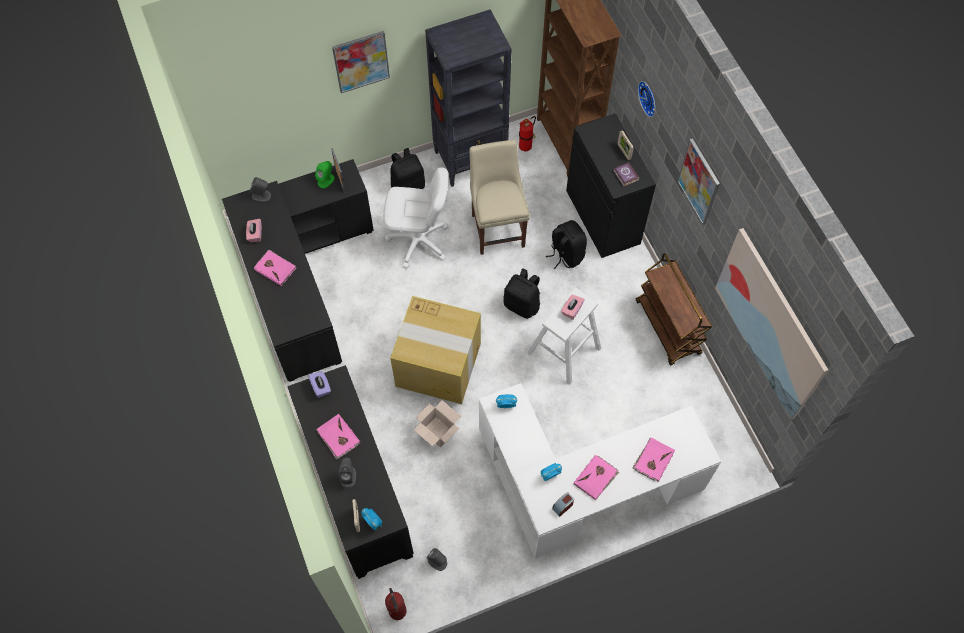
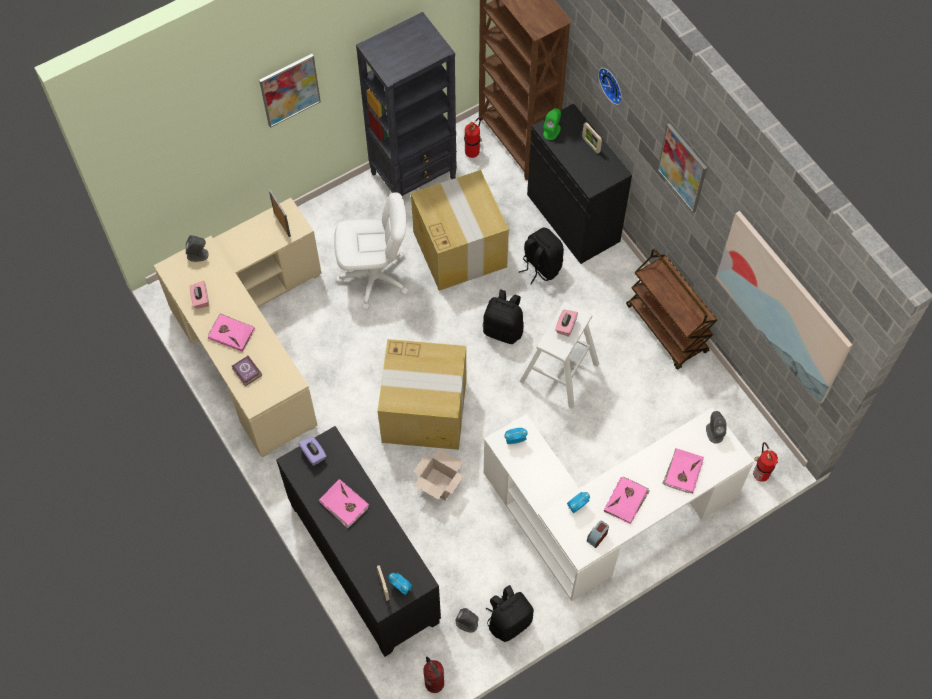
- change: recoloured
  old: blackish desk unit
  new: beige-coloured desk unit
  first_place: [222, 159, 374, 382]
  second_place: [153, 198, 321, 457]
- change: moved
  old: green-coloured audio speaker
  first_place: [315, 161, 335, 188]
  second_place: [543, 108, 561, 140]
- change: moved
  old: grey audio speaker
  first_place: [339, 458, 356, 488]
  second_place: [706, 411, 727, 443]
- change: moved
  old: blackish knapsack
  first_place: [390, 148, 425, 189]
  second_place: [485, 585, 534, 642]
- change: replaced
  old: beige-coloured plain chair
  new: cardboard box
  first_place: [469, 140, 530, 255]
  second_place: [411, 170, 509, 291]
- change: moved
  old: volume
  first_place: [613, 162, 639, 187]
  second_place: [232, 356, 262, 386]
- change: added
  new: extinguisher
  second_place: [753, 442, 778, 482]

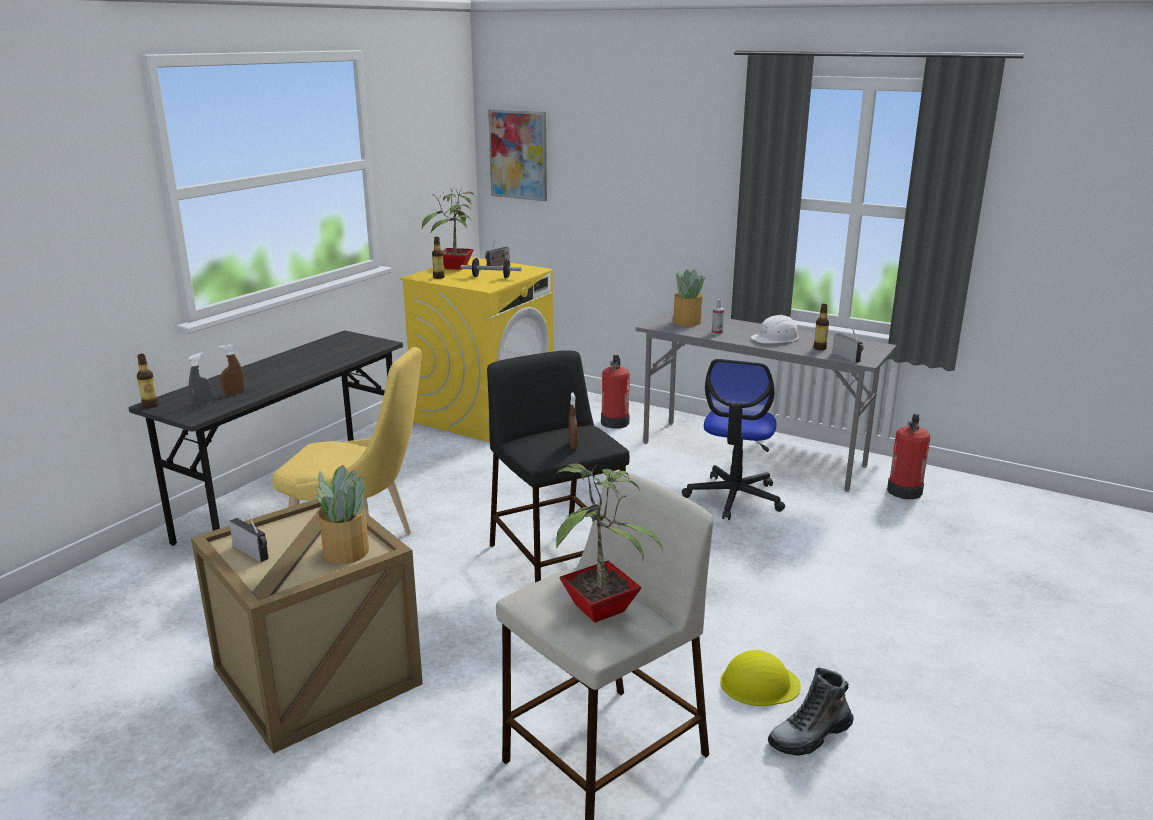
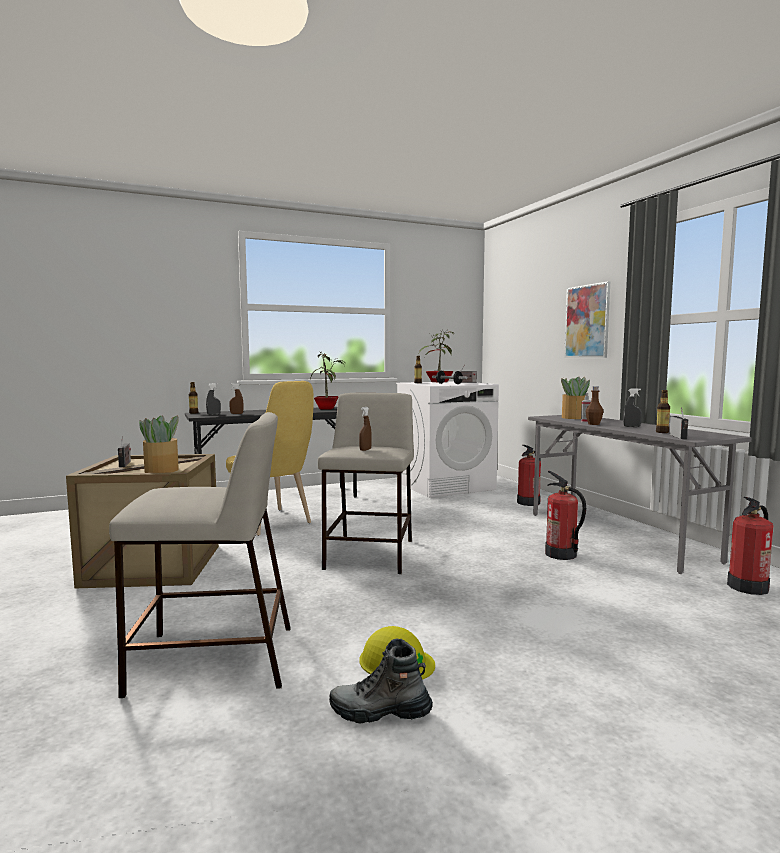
- change: recoloured
  old: yellow-coloured laundry appliance
  new: whitish laundry appliance
  first_place: [400, 257, 554, 442]
  second_place: [396, 381, 499, 498]
- change: recoloured
  old: blackish stool seat
  new: beige-coloured stool seat
  first_place: [487, 350, 630, 582]
  second_place: [318, 393, 414, 574]
- change: moved
  old: picture
  first_place: [488, 109, 547, 201]
  second_place: [564, 281, 610, 358]
- change: moved
  old: plant in a pot
  first_place: [555, 463, 663, 623]
  second_place: [311, 351, 344, 409]
- change: replaced
  old: office chair
  new: extinguisher
  first_place: [682, 359, 785, 520]
  second_place: [545, 471, 586, 560]
- change: replaced
  old: whitish safety helmet
  new: grey sprayer
  first_place: [750, 315, 799, 344]
  second_place: [623, 388, 642, 427]
- change: added
  new: brown-coloured beverage bottle
  second_place: [586, 386, 603, 425]

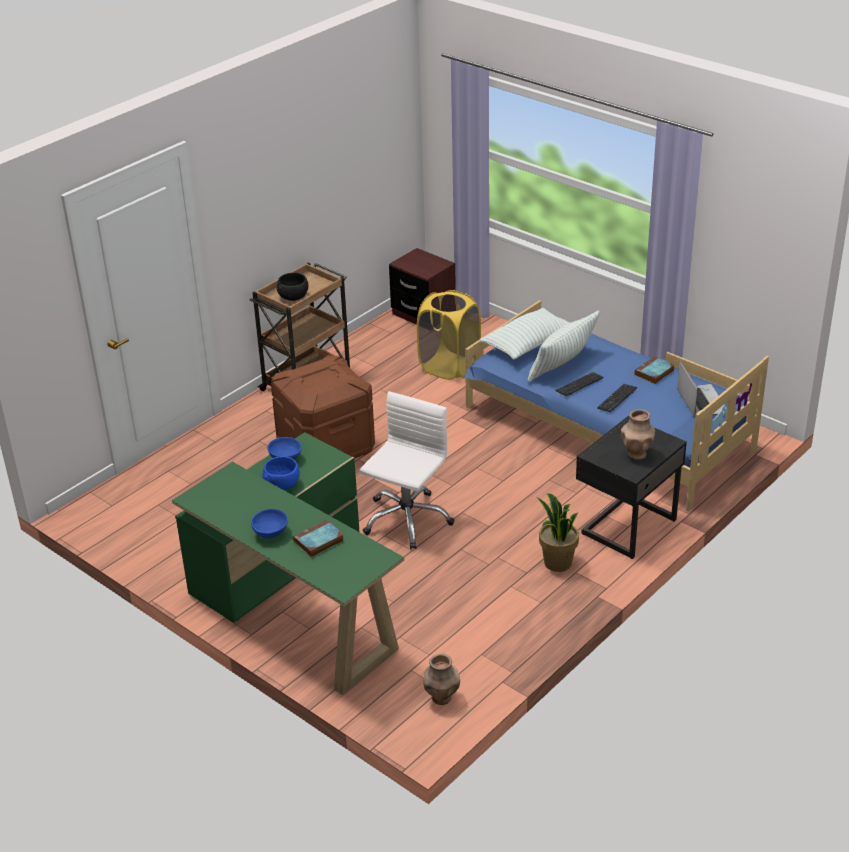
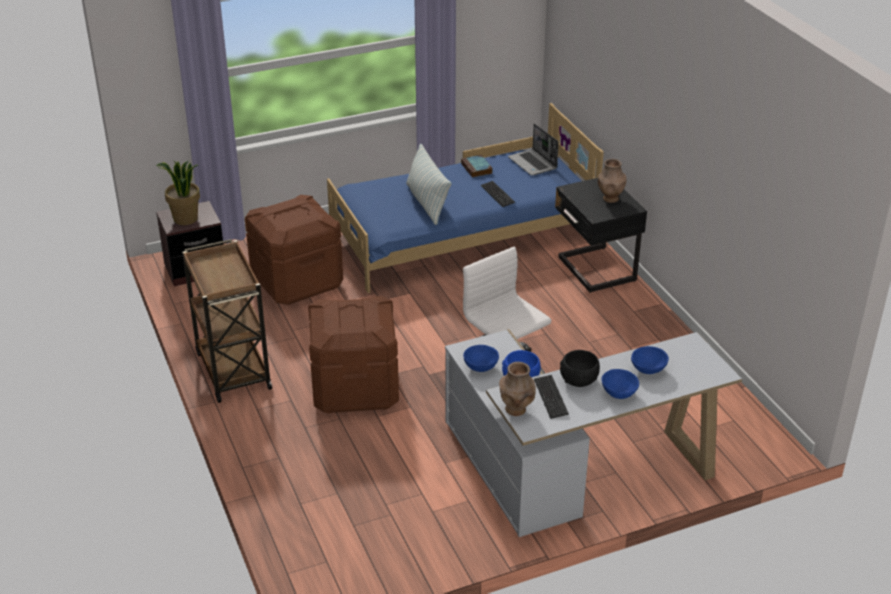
- change: recoloured
  old: green-coloured desk unit
  new: whitish desk unit
  first_place: [172, 432, 404, 695]
  second_place: [445, 329, 742, 537]
- change: moved
  old: blackish deep dish
  first_place: [277, 273, 308, 301]
  second_place: [560, 350, 600, 387]
- change: replaced
  old: volume
  new: blue-coloured deep dish
  first_place: [293, 519, 344, 557]
  second_place: [631, 346, 669, 374]
- change: replaced
  old: yellow-coloured hamper
  new: brown-coloured storage bin
  first_place: [417, 290, 481, 380]
  second_place: [245, 195, 343, 305]
- change: moved
  old: brown-coloured decorative vase
  first_place: [423, 654, 460, 705]
  second_place: [499, 362, 536, 416]
- change: removed
  old: throw pillow
  first_place: [480, 308, 570, 360]
- change: moved
  old: plant in a pot
  first_place: [537, 493, 579, 572]
  second_place: [156, 160, 200, 225]
- change: moved
  old: keyboard
  first_place: [556, 372, 603, 396]
  second_place: [534, 375, 569, 419]
- change: turned
  old: notebook computer
  first_place: [677, 361, 727, 417]
  second_place: [508, 124, 559, 175]
  degrees: -135

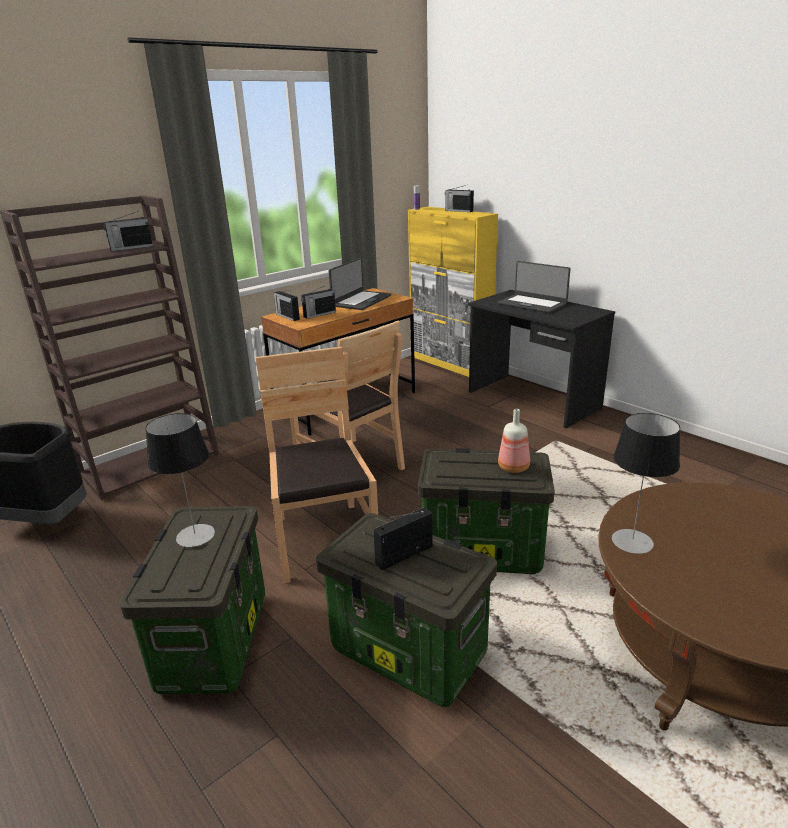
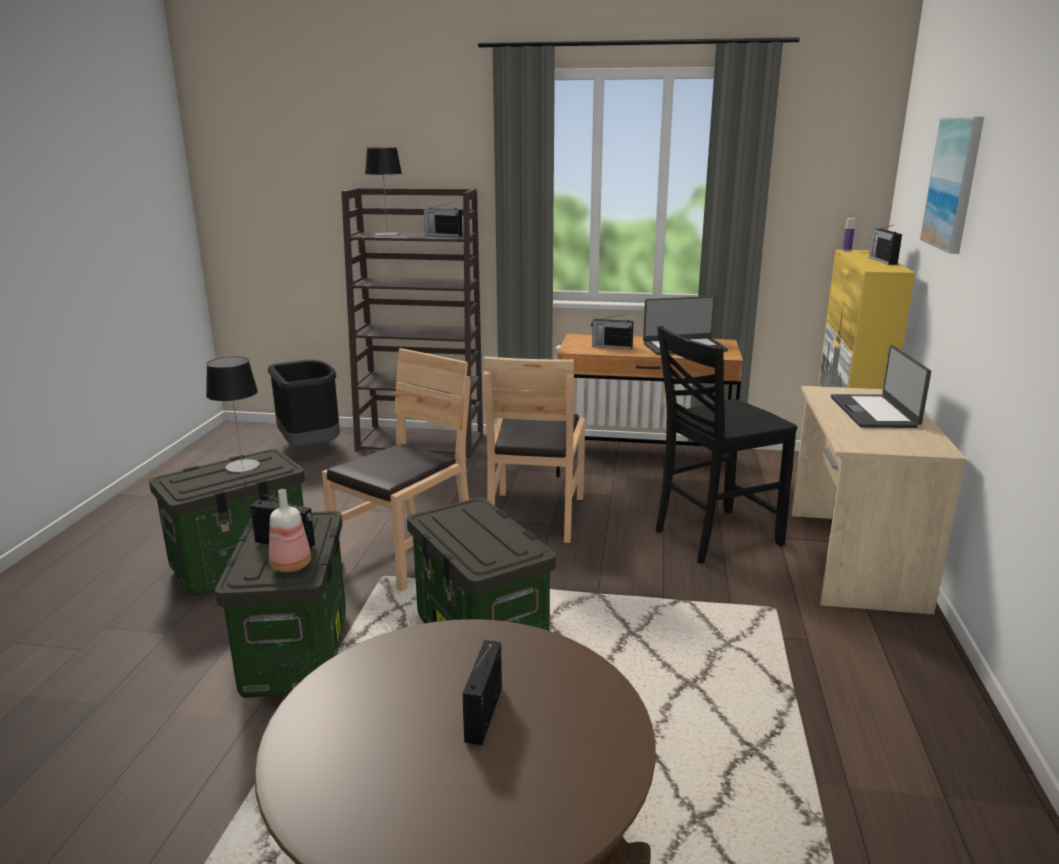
- change: moved
  old: radio set
  first_place: [274, 290, 300, 321]
  second_place: [462, 640, 502, 745]
- change: recoloured
  old: blackish desk unit
  new: beige-coloured desk unit
  first_place: [468, 290, 615, 428]
  second_place: [792, 386, 967, 614]
- change: moved
  old: beverage bottle
  first_place: [498, 409, 530, 473]
  second_place: [269, 489, 311, 572]
- change: moved
  old: table lamp
  first_place: [612, 413, 680, 554]
  second_place: [365, 147, 402, 236]
- change: added
  new: blackish plain chair
  second_place: [656, 325, 797, 564]
- change: added
  new: picture
  second_place: [920, 117, 984, 254]

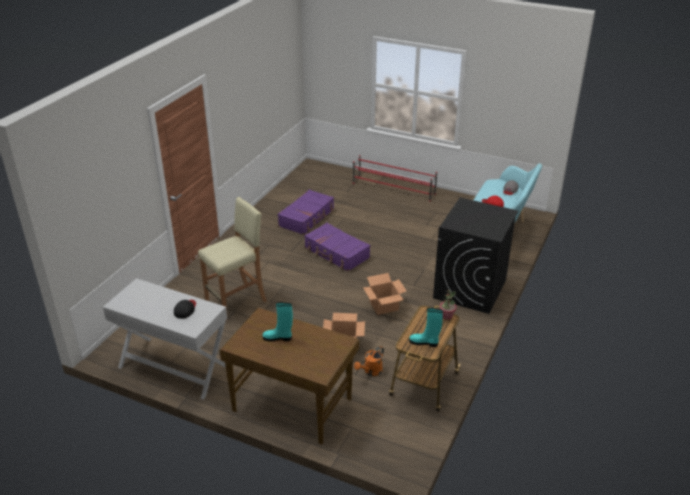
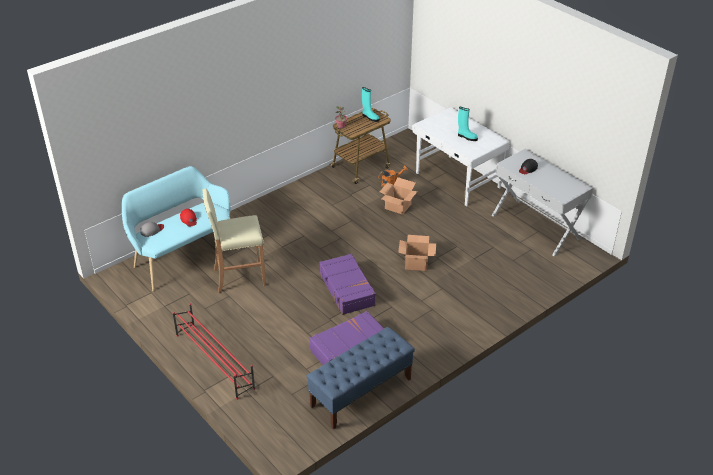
- change: moved
  old: beige-coloured stool seat
  first_place: [198, 197, 267, 321]
  second_place: [202, 188, 266, 293]
- change: recoloured
  old: brown-coloured desk unit
  new: whitish desk unit
  first_place: [220, 308, 359, 445]
  second_place: [413, 107, 510, 206]
- change: moved
  old: cardboard box
  first_place: [363, 273, 407, 315]
  second_place: [398, 235, 436, 271]
- change: removed
  old: blackish laundry appliance
  first_place: [433, 197, 518, 314]
- change: added
  new: blue-coloured long seat
  second_place: [306, 327, 415, 429]

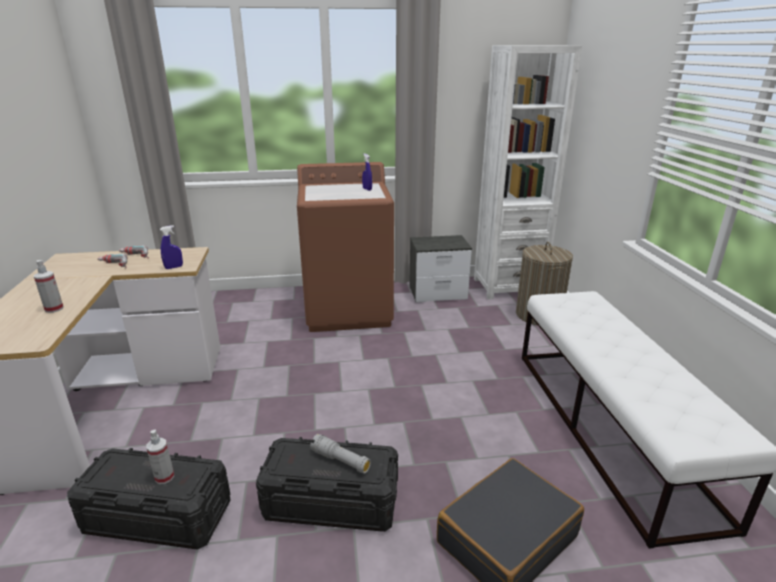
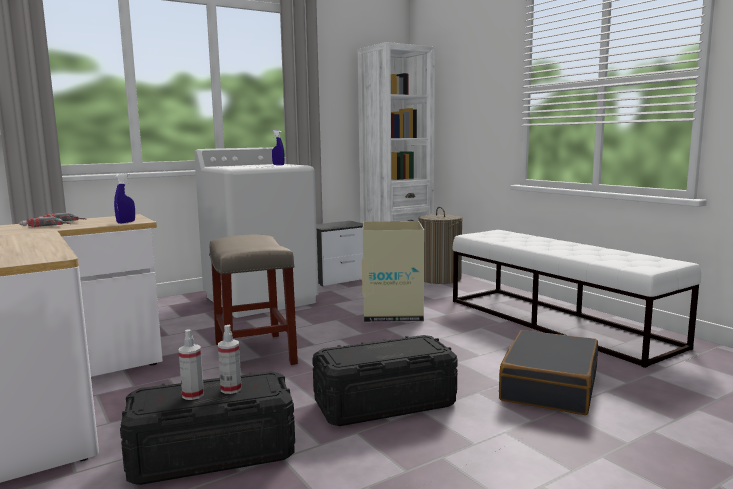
- change: moved
  old: sprayer
  first_place: [34, 260, 64, 313]
  second_place: [179, 330, 204, 400]
- change: recoloured
  old: brown-coloured laundry appliance
  new: whitish laundry appliance
  first_place: [297, 162, 394, 332]
  second_place: [194, 147, 319, 318]
- change: removed
  old: grey hand torch
  first_place: [310, 434, 371, 474]
- change: added
  new: beige-coloured stool seat
  second_place: [209, 235, 298, 365]
- change: added
  new: cardboard box
  second_place: [362, 221, 424, 322]

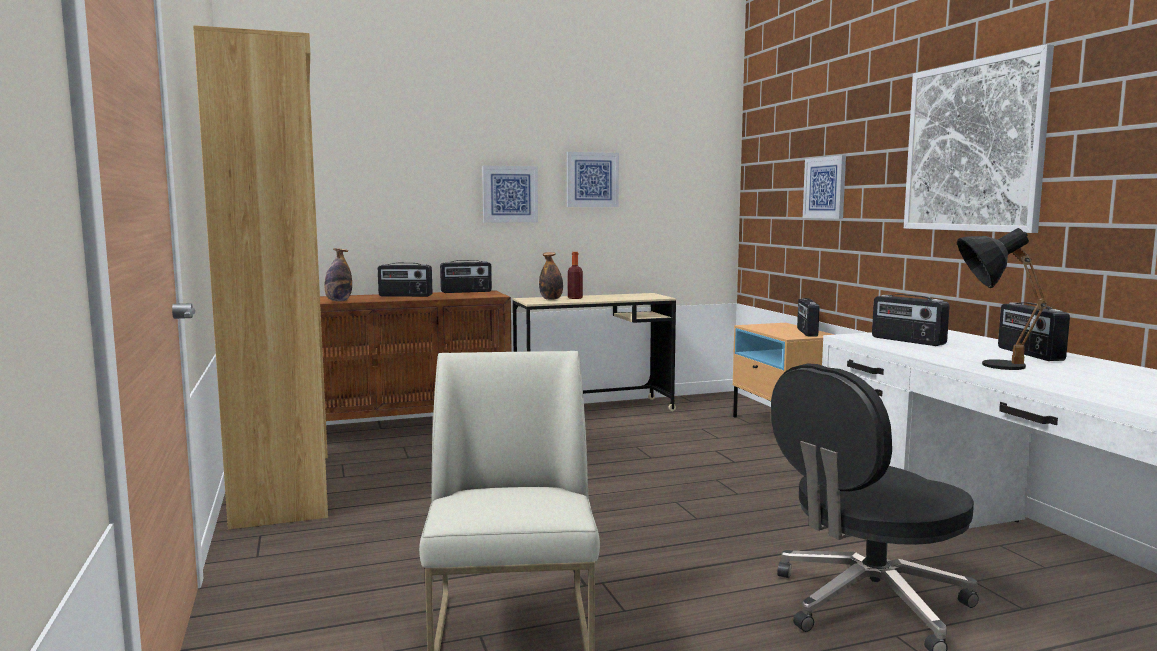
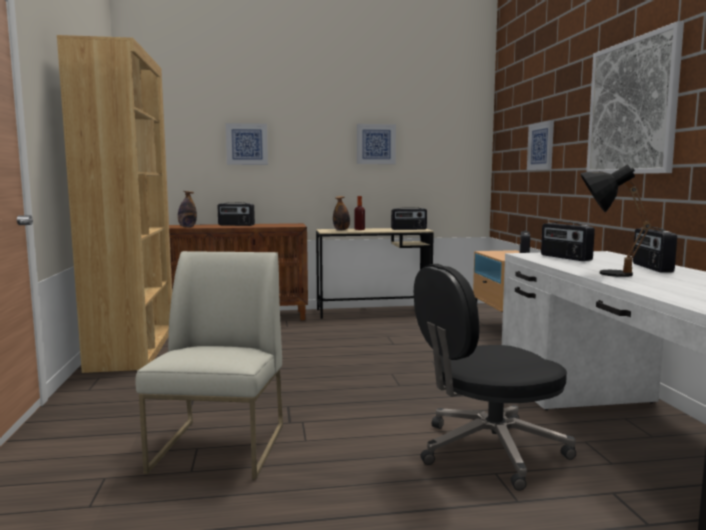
- change: moved
  old: radio set
  first_place: [440, 260, 492, 293]
  second_place: [391, 207, 427, 230]
- change: moved
  old: picture
  first_place: [482, 166, 538, 223]
  second_place: [226, 123, 268, 165]

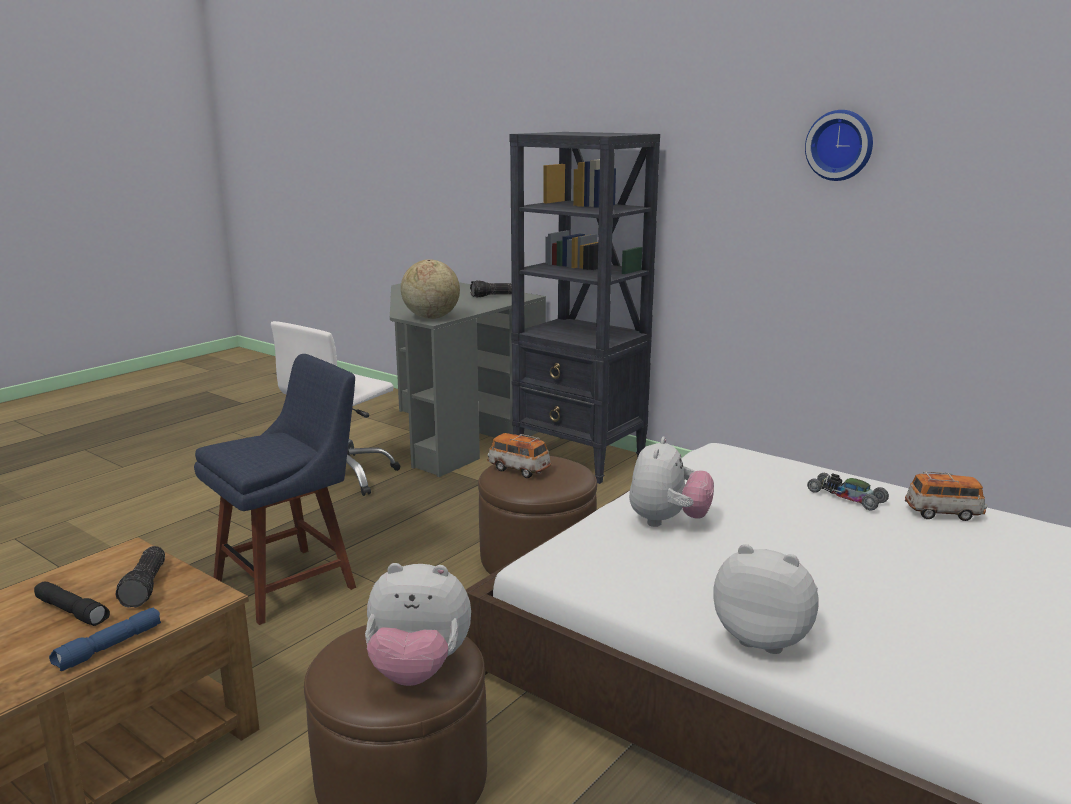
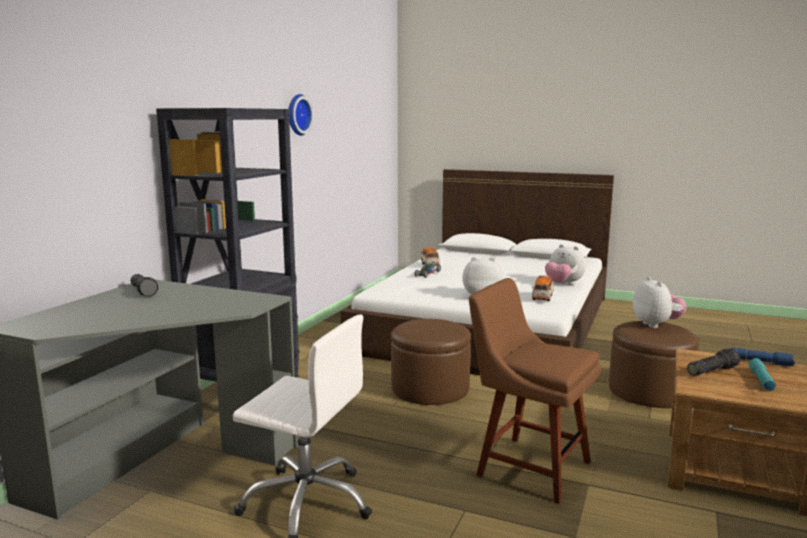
- change: recoloured
  old: blackish hand torch
  new: blue-green hand torch
  first_place: [34, 581, 110, 626]
  second_place: [748, 358, 776, 391]
- change: recoloured
  old: blue-coloured plain chair
  new: brown-coloured plain chair
  first_place: [194, 354, 356, 625]
  second_place: [469, 278, 601, 504]
- change: removed
  old: world globe
  first_place: [401, 259, 460, 319]
- change: moved
  old: model car
  first_place: [488, 433, 551, 478]
  second_place: [532, 275, 553, 301]
- change: turned
  old: soft toy
  first_place: [713, 544, 818, 654]
  second_place: [545, 244, 586, 285]
  degrees: -60

